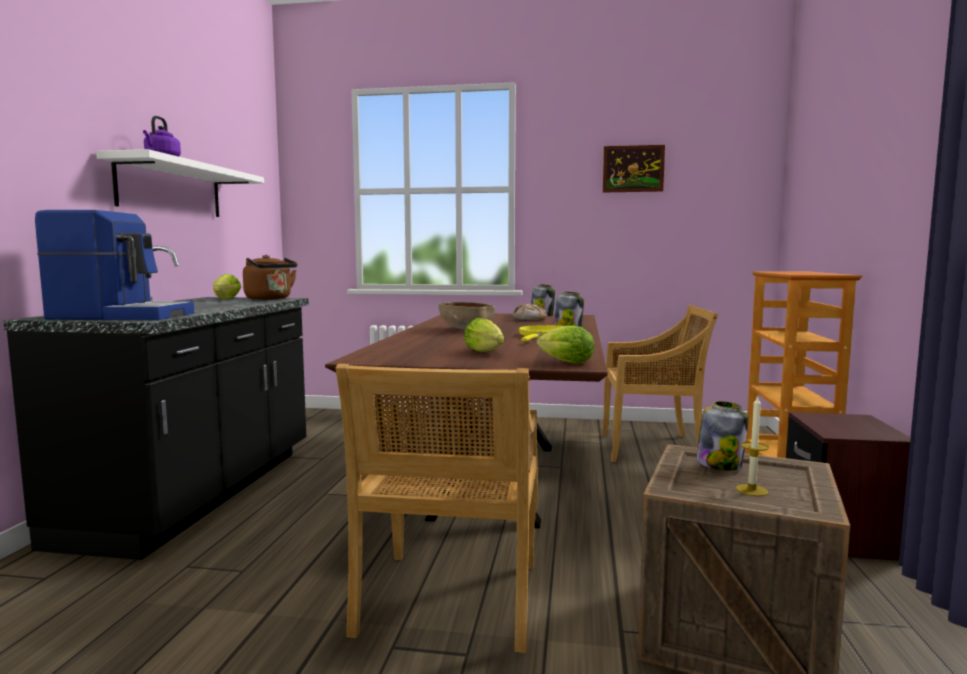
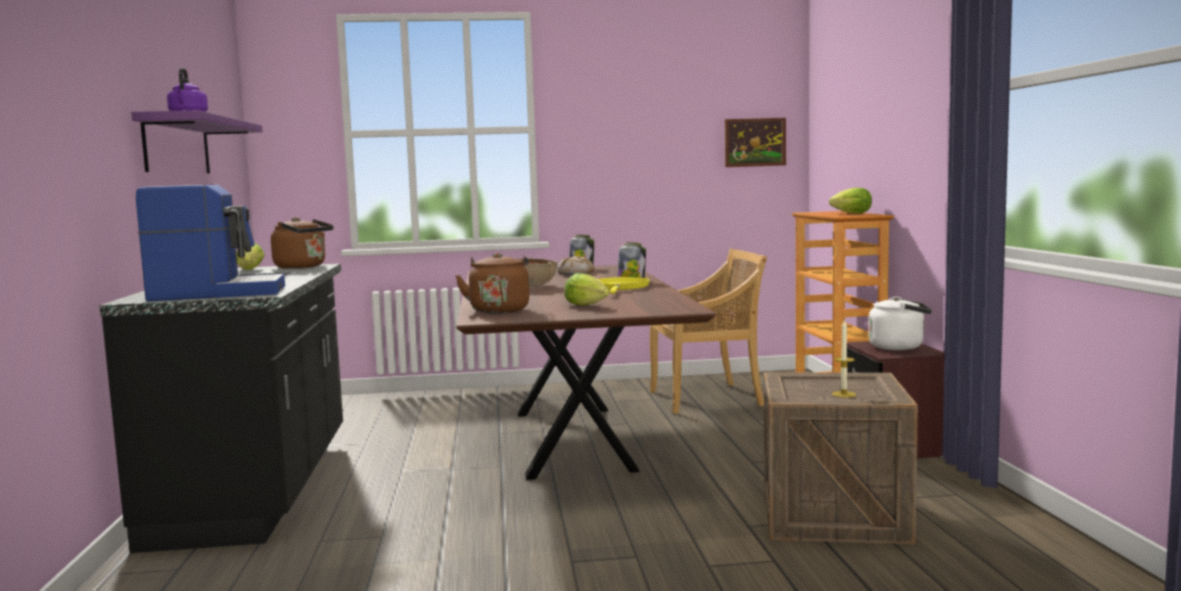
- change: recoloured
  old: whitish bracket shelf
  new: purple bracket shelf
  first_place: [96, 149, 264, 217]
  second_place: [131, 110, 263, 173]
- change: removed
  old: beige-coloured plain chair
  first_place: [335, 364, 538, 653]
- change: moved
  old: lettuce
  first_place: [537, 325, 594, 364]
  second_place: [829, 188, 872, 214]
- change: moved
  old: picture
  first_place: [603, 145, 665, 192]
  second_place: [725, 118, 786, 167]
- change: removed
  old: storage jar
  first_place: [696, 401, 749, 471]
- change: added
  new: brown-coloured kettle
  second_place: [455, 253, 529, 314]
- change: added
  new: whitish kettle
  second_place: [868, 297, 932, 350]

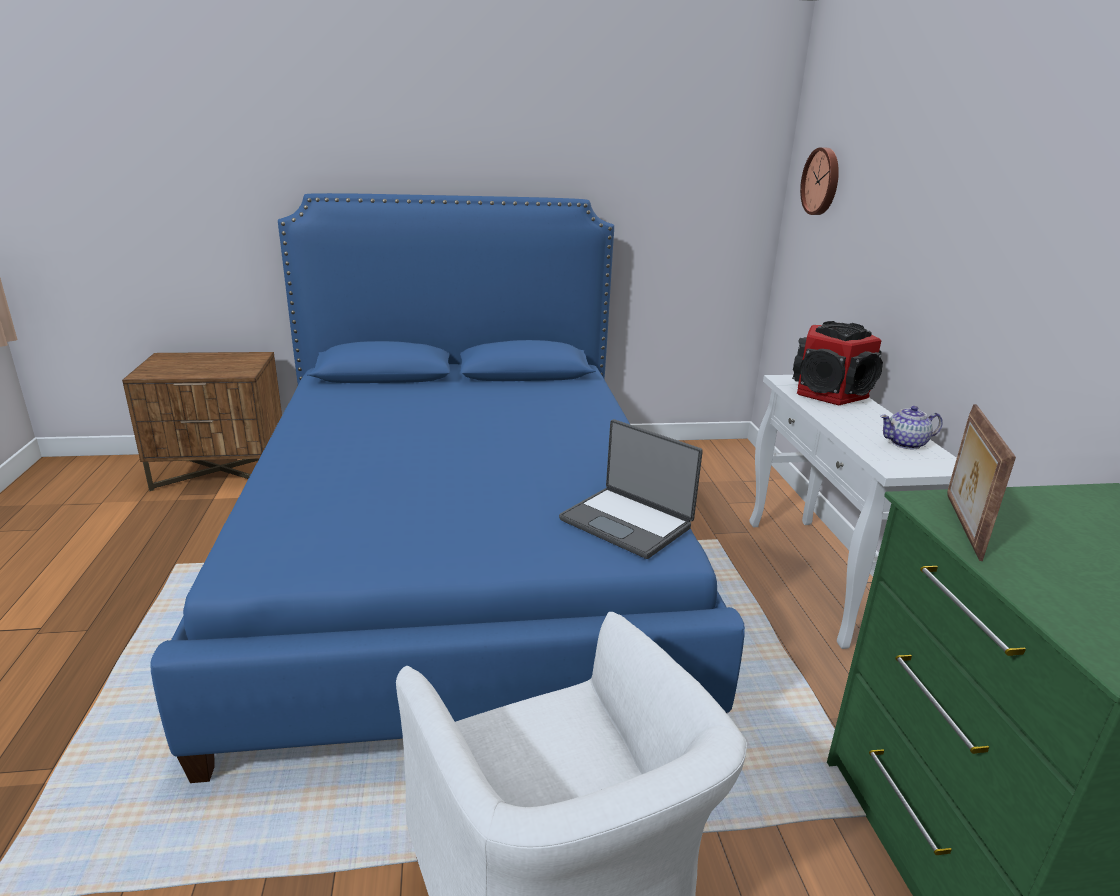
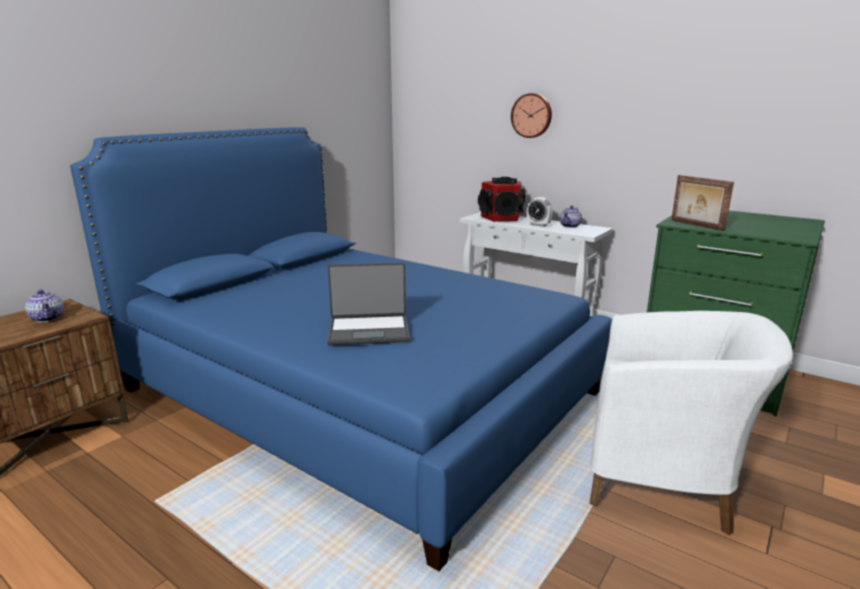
- change: moved
  old: notebook computer
  first_place: [559, 419, 703, 559]
  second_place: [327, 262, 410, 345]
- change: moved
  old: wall clock
  first_place: [800, 147, 839, 215]
  second_place: [511, 93, 552, 138]
- change: added
  new: pot for tea
  second_place: [25, 290, 64, 322]
- change: added
  new: bedside clock
  second_place: [527, 197, 553, 227]

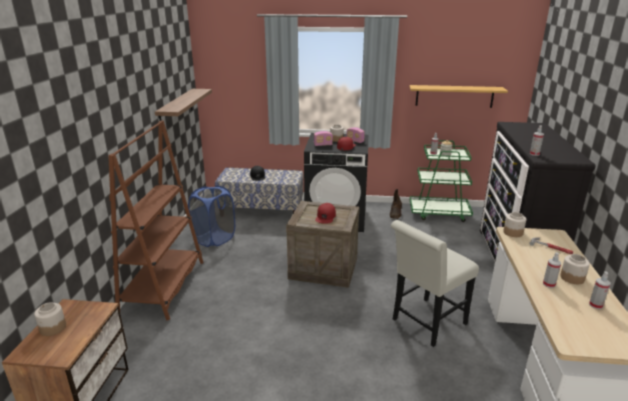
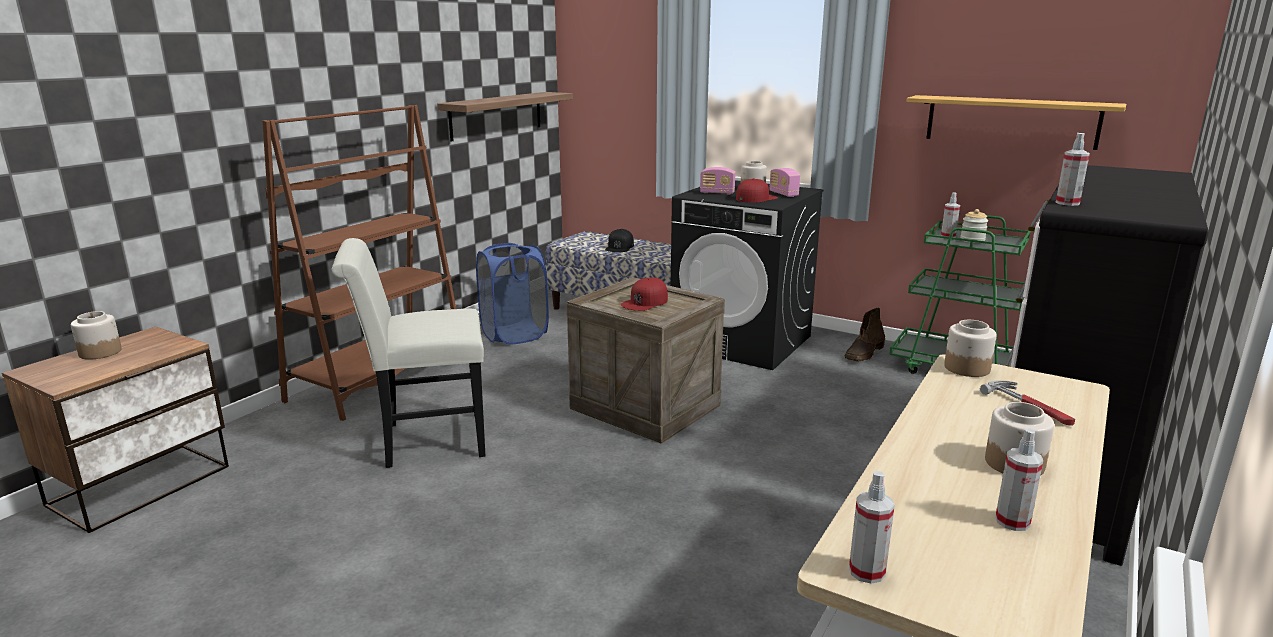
- change: moved
  old: whitish plain chair
  first_place: [391, 220, 479, 347]
  second_place: [331, 238, 485, 468]
- change: moved
  old: sprayer
  first_place: [543, 252, 561, 288]
  second_place: [849, 471, 895, 584]

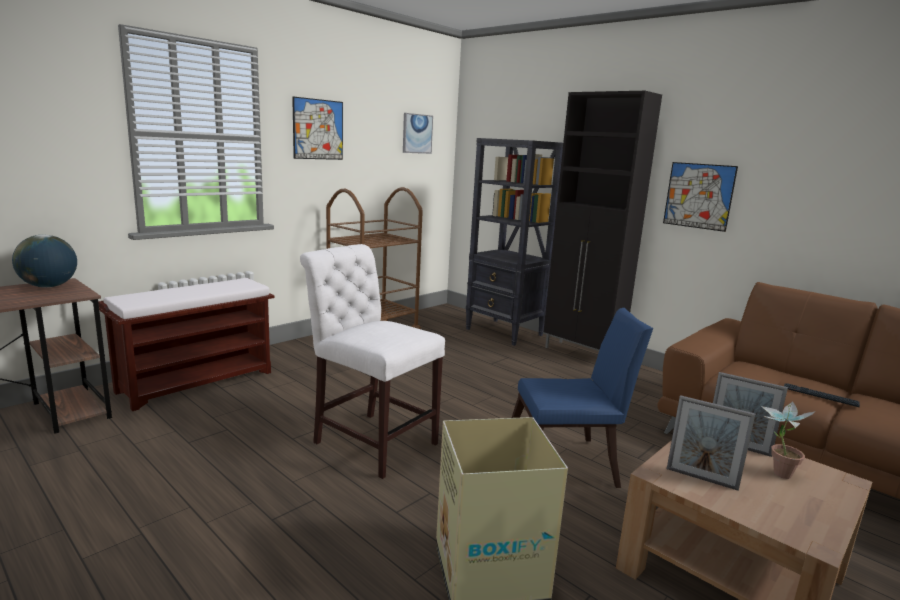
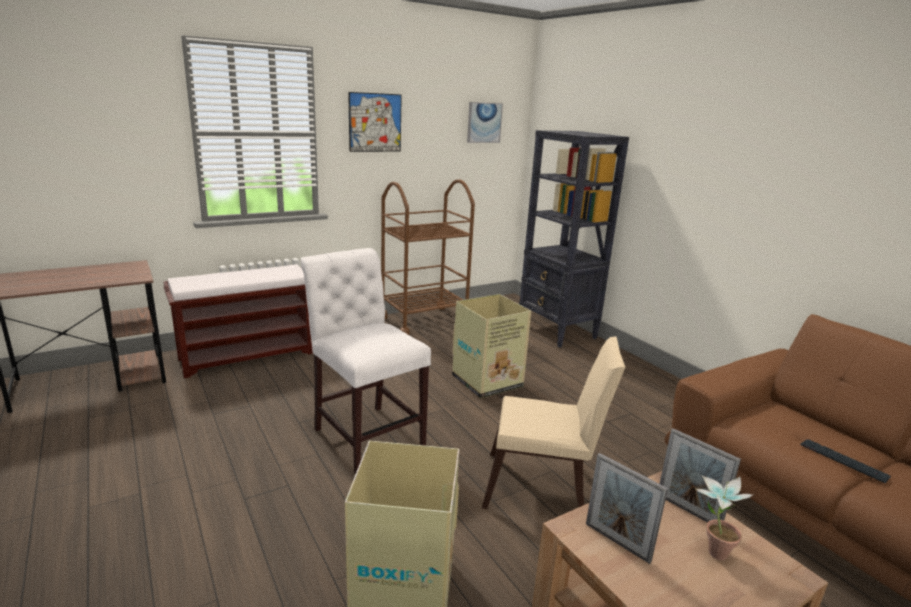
- change: removed
  old: world globe
  first_place: [12, 235, 77, 288]
- change: recoloured
  old: blue-coloured plain chair
  new: beige-coloured plain chair
  first_place: [512, 308, 653, 488]
  second_place: [482, 337, 625, 509]
- change: removed
  old: blackish storage cabinet
  first_place: [544, 91, 662, 350]
- change: removed
  old: picture
  first_place: [663, 162, 738, 232]
- change: added
  new: cardboard box
  second_place: [452, 294, 531, 398]

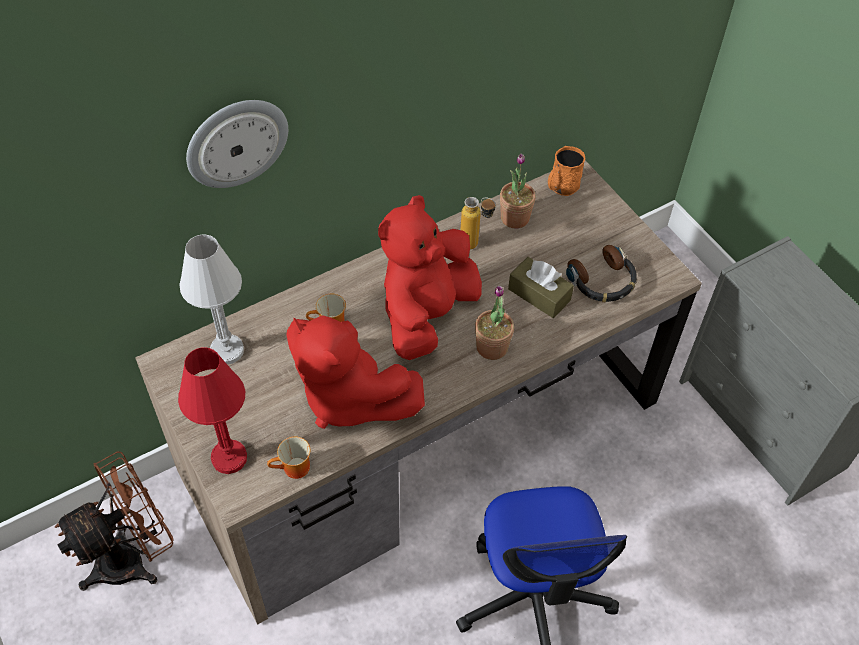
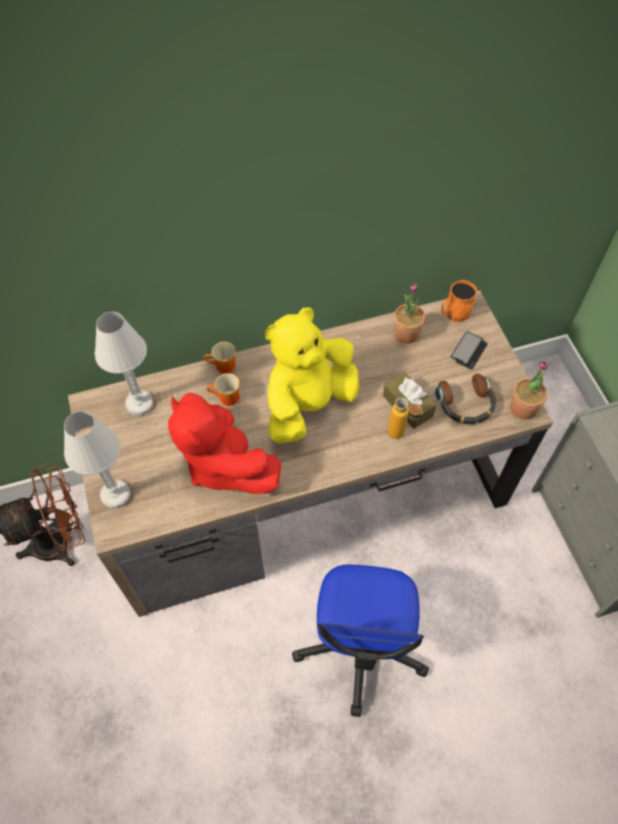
- change: recoloured
  old: red-coloured table lamp
  new: whitish table lamp
  first_place: [178, 347, 247, 474]
  second_place: [64, 411, 131, 509]
- change: removed
  old: wall clock
  first_place: [186, 100, 288, 188]
- change: moved
  old: mug
  first_place: [267, 437, 311, 479]
  second_place: [203, 341, 236, 374]
- change: recoloured
  old: red-coloured soft toy
  new: yellow-coloured soft toy
  first_place: [378, 195, 482, 360]
  second_place: [265, 307, 359, 444]
- change: moved
  old: beverage bottle
  first_place: [461, 197, 496, 249]
  second_place: [388, 398, 423, 439]
- change: moved
  old: plant in a pot
  first_place: [475, 286, 514, 360]
  second_place: [510, 361, 548, 420]
- change: added
  new: handset
  second_place: [451, 332, 488, 369]

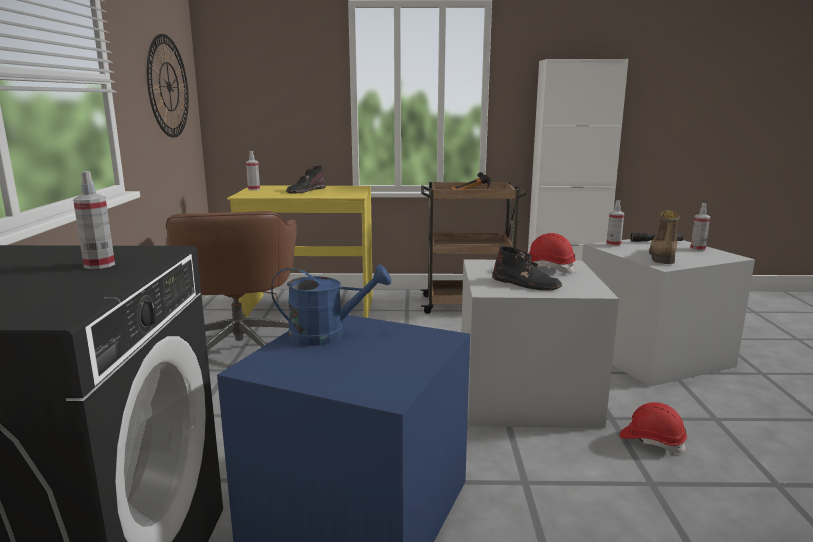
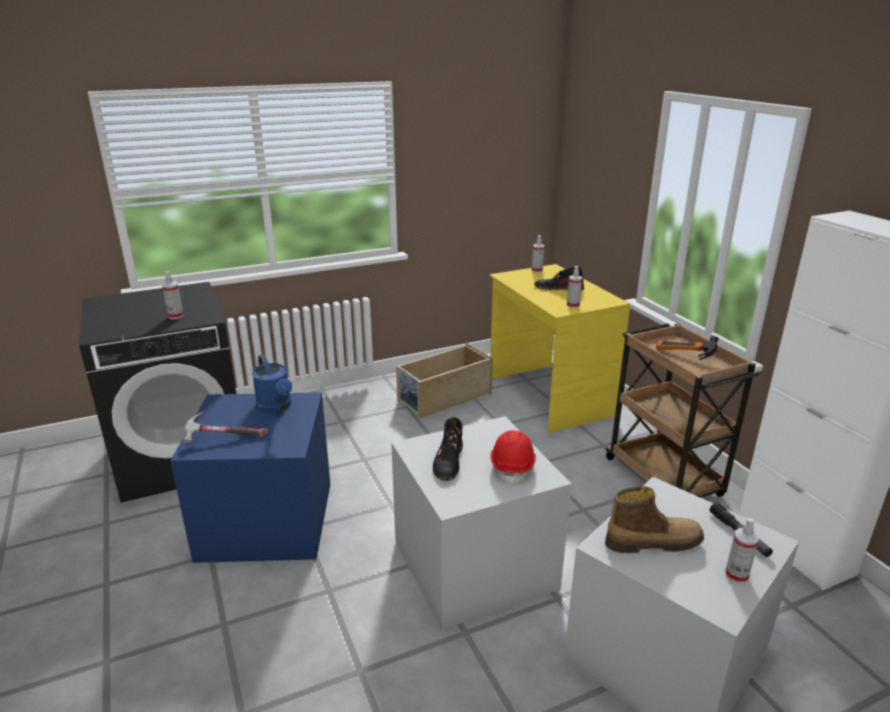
- change: removed
  old: wall clock
  first_place: [147, 34, 189, 138]
- change: replaced
  old: brown-coloured office chair
  new: beige-coloured storage bin
  first_place: [166, 211, 297, 351]
  second_place: [396, 343, 493, 418]
- change: moved
  old: sprayer
  first_place: [606, 200, 624, 247]
  second_place: [567, 266, 582, 308]
- change: removed
  old: red-coloured safety helmet
  first_place: [620, 402, 687, 453]
- change: added
  new: tool hammer
  second_place: [183, 412, 269, 443]

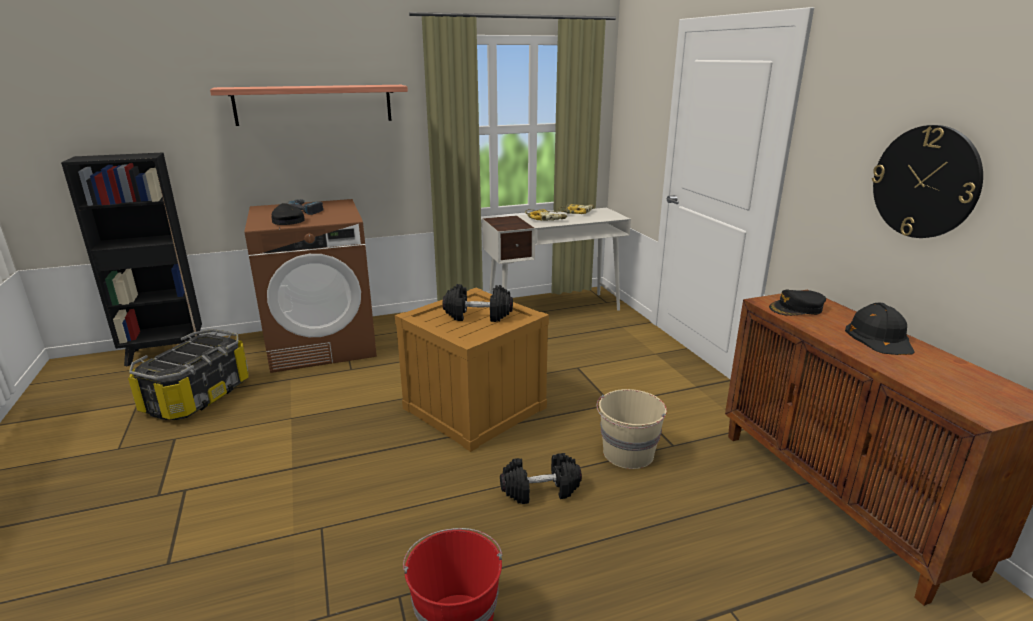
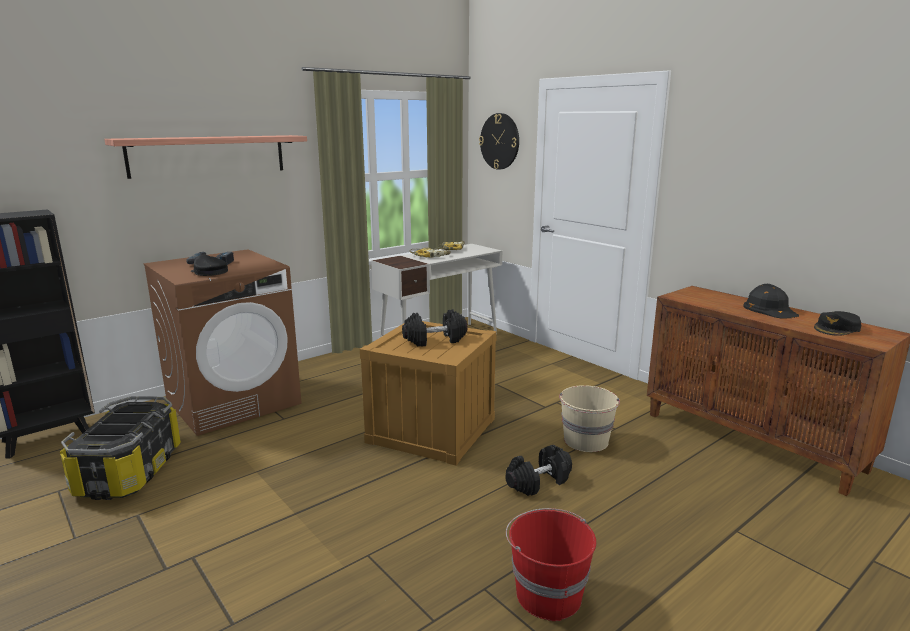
- change: moved
  old: blackish peaked cap
  first_place: [769, 289, 826, 316]
  second_place: [814, 311, 861, 336]
- change: moved
  old: wall clock
  first_place: [872, 125, 983, 238]
  second_place: [479, 113, 519, 170]

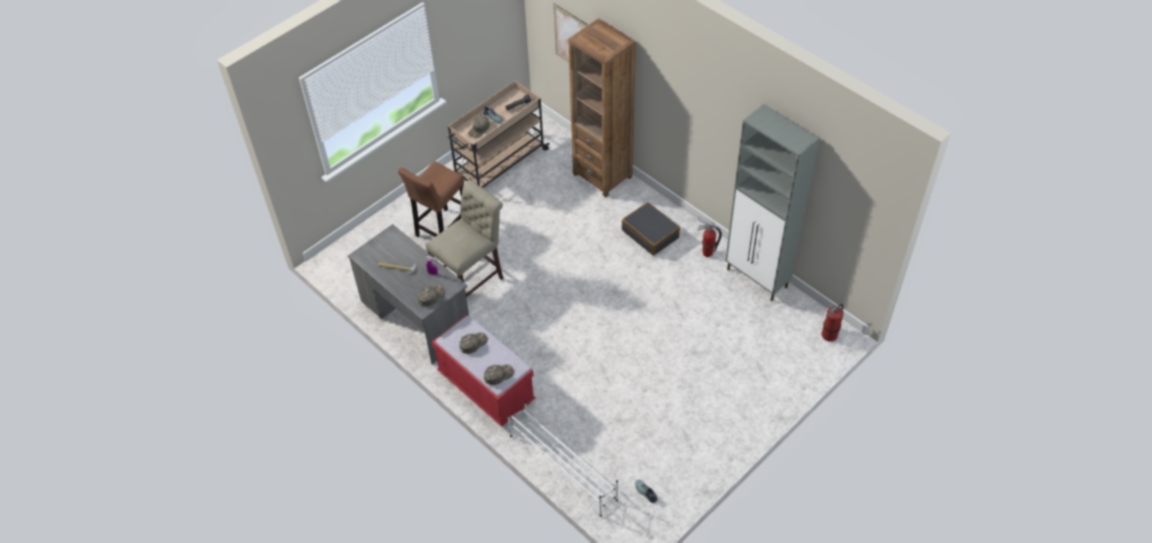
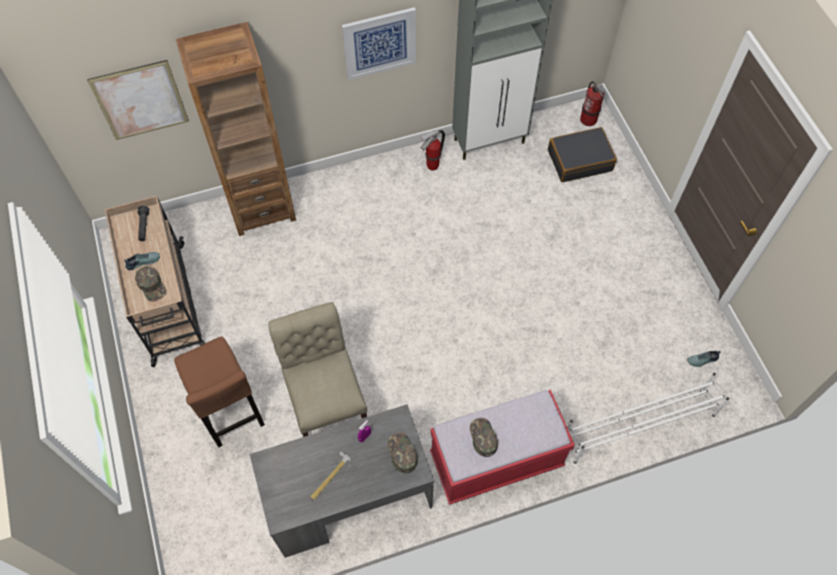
- change: removed
  old: green-coloured peaked cap
  first_place: [484, 365, 514, 385]
- change: moved
  old: blackish piece of luggage
  first_place: [622, 202, 680, 256]
  second_place: [548, 127, 617, 182]
- change: added
  new: picture
  second_place: [342, 7, 416, 80]

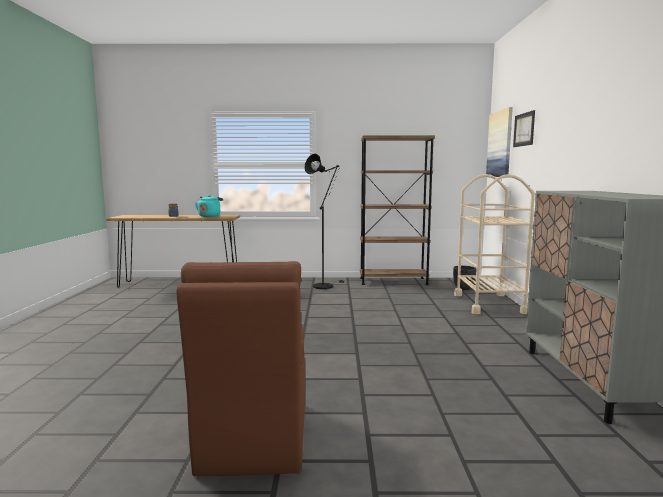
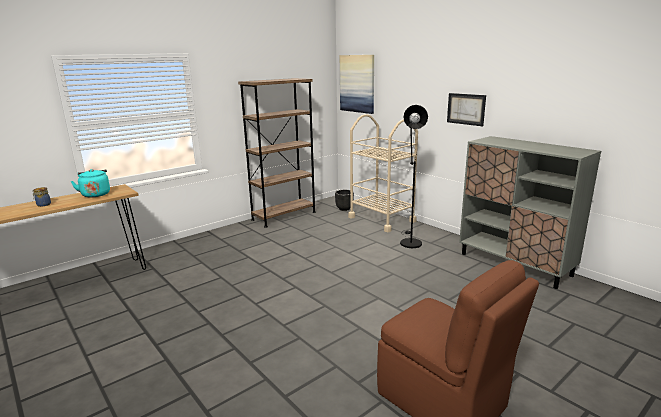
- change: moved
  old: blackish standing lamp
  first_place: [304, 154, 345, 289]
  second_place: [400, 105, 428, 248]
- change: moved
  old: picture
  first_place: [513, 110, 535, 147]
  second_place: [447, 93, 486, 126]

